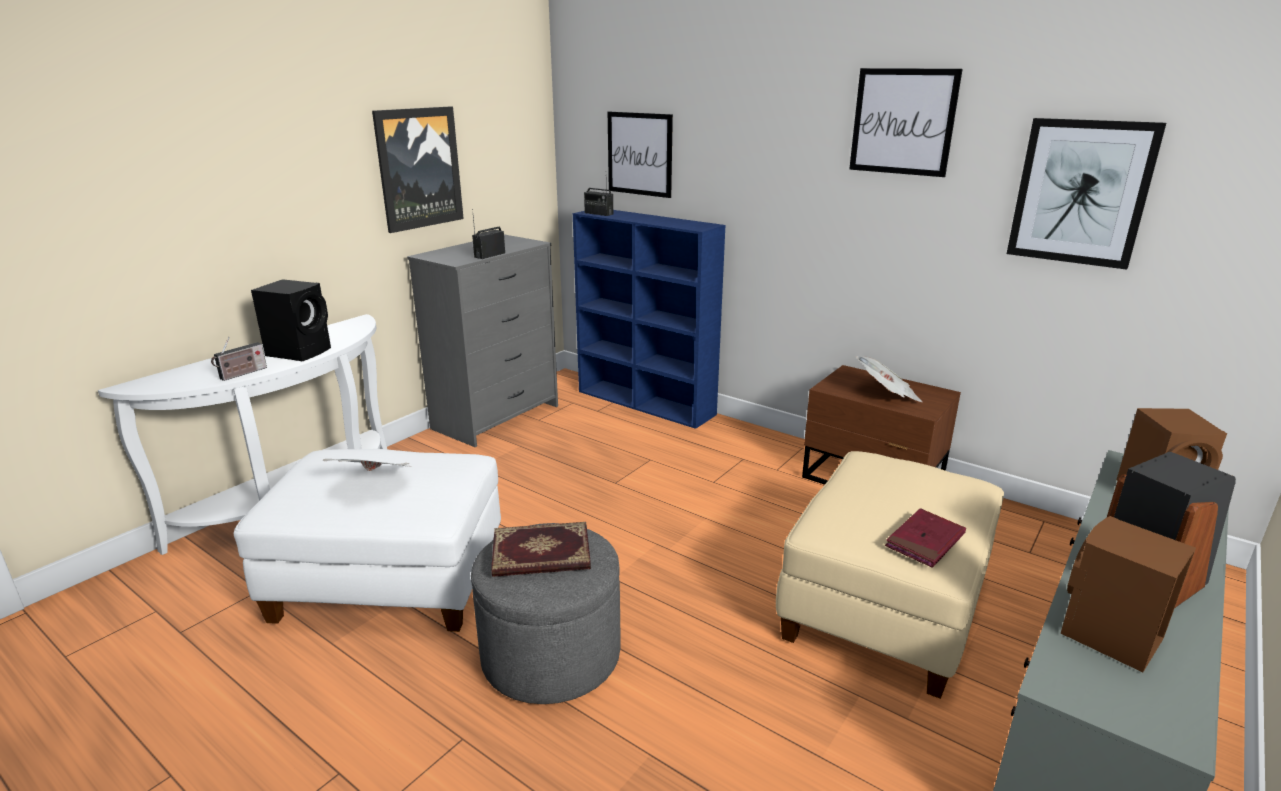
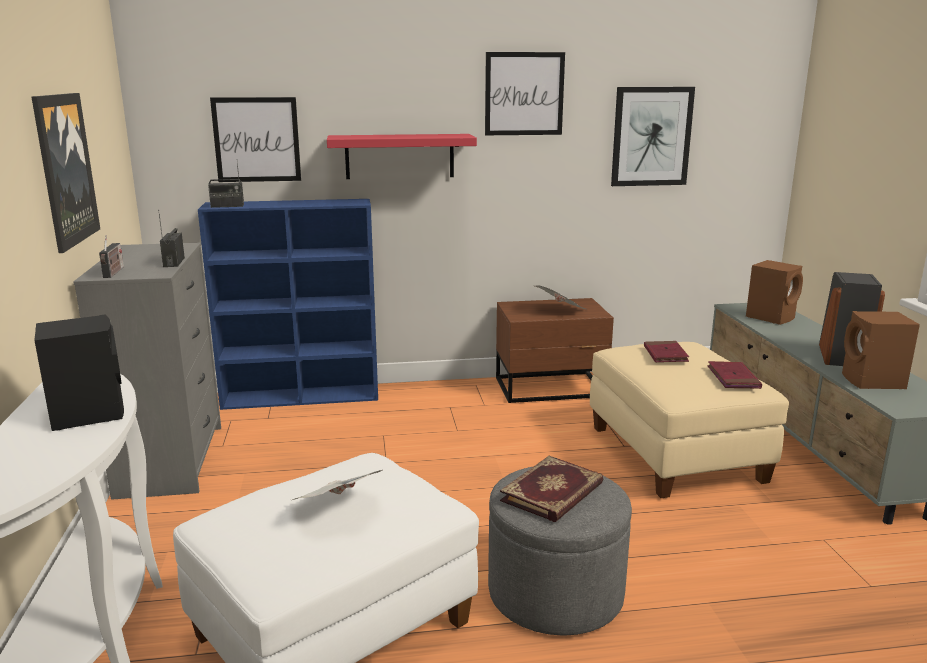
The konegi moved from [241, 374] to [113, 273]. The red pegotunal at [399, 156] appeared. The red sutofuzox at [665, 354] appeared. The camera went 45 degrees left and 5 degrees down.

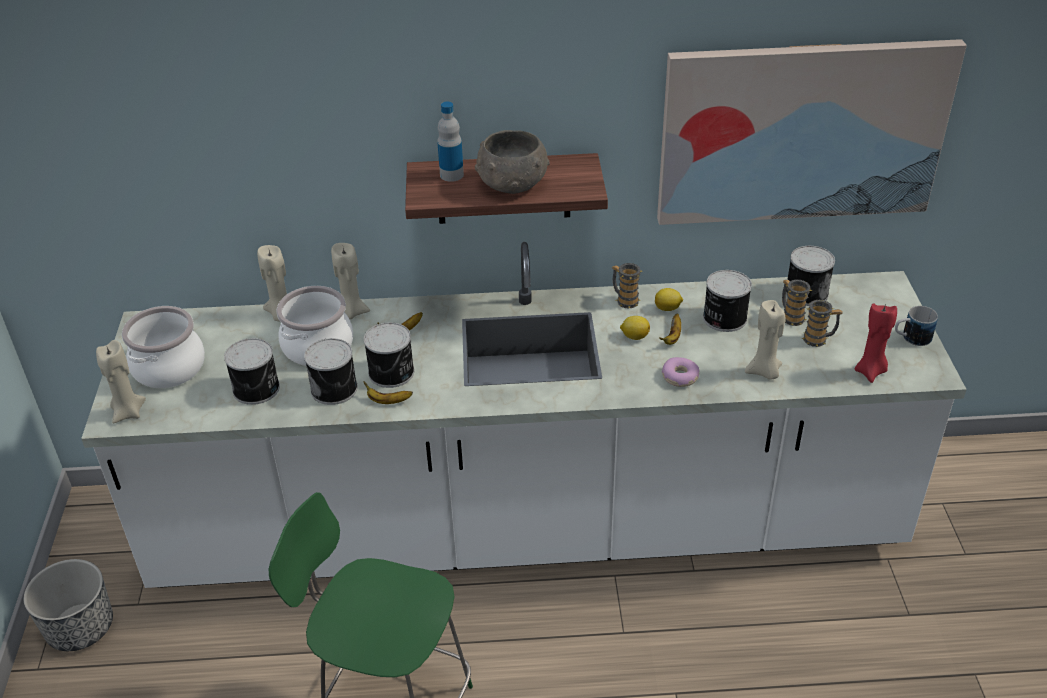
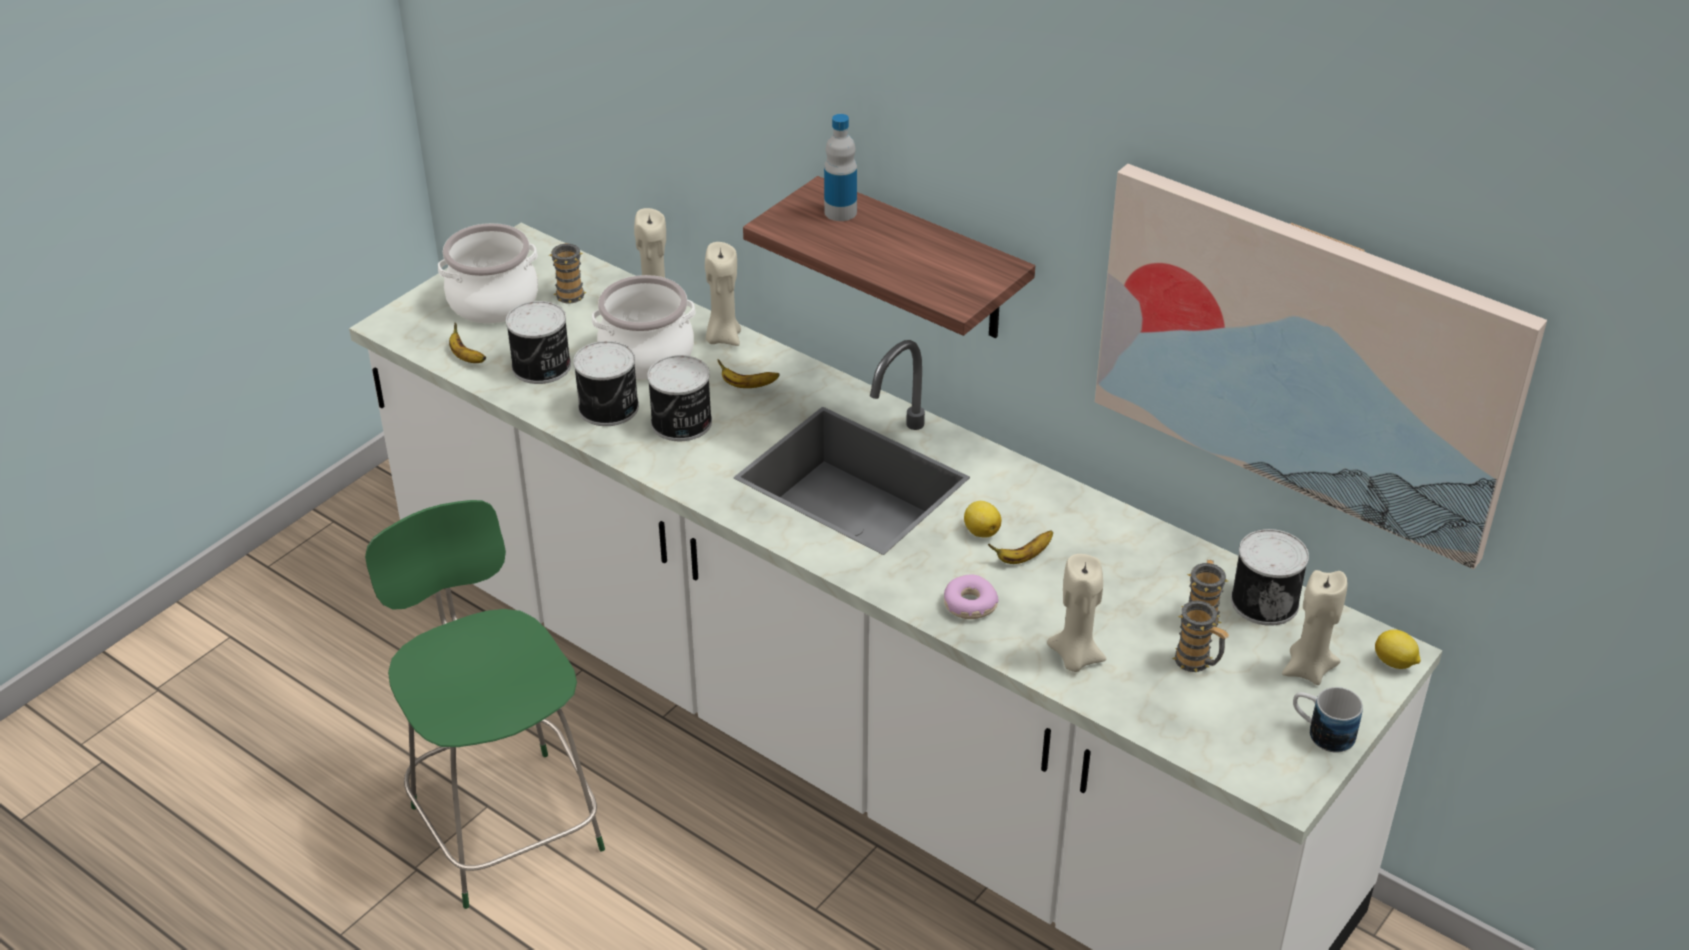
The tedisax moved from [388, 401] to [466, 357]. The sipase moved from [624, 300] to [570, 292]. The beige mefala moved from [128, 412] to [1308, 669]. The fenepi moved from [668, 308] to [1395, 663]. The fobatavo at [79, 628] disappeared. The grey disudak at [511, 184] disappeared. The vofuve at [723, 318] disappeared. The red mefala at [870, 371] disappeared. The camera went 40 degrees right and 0 degrees up.

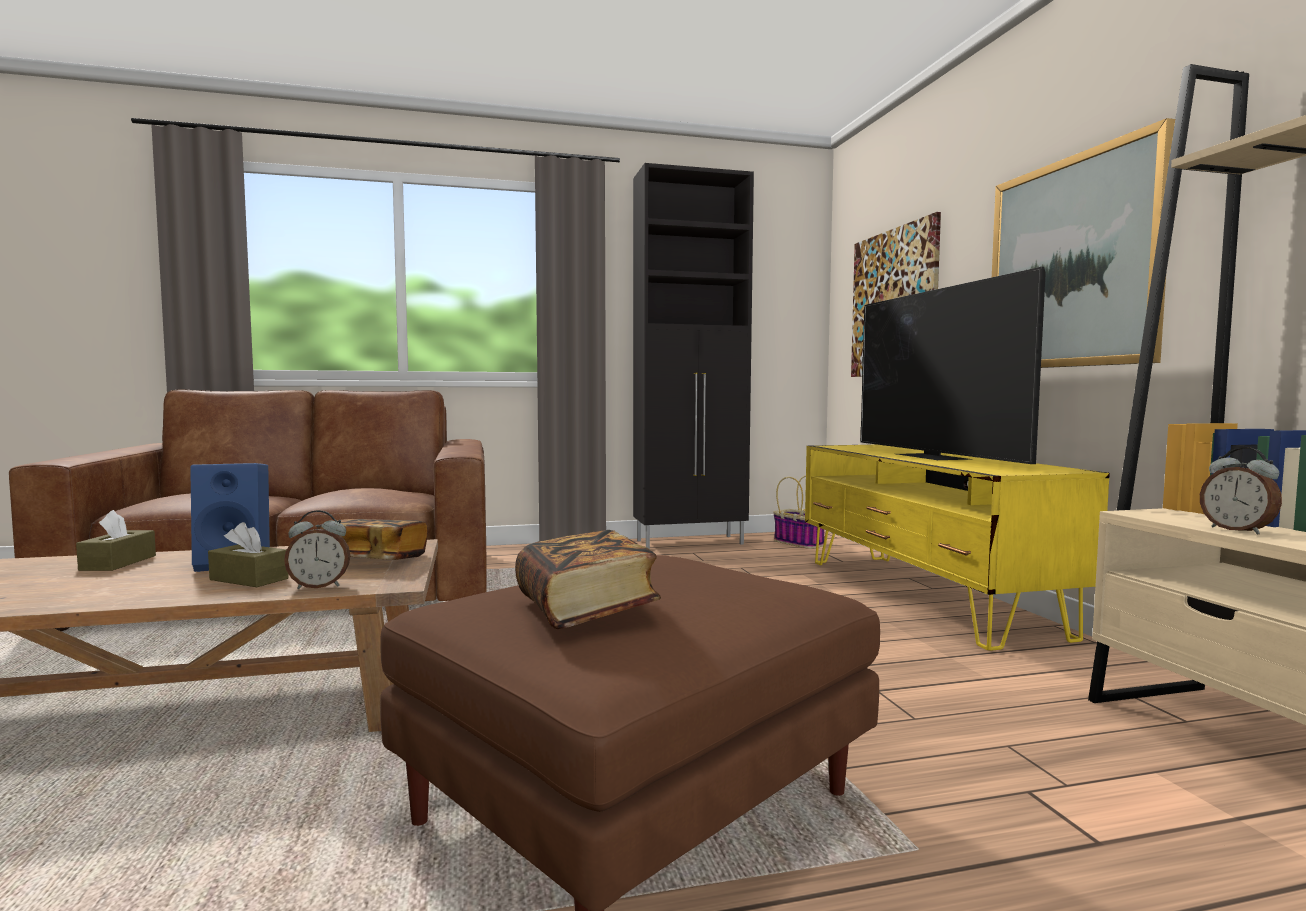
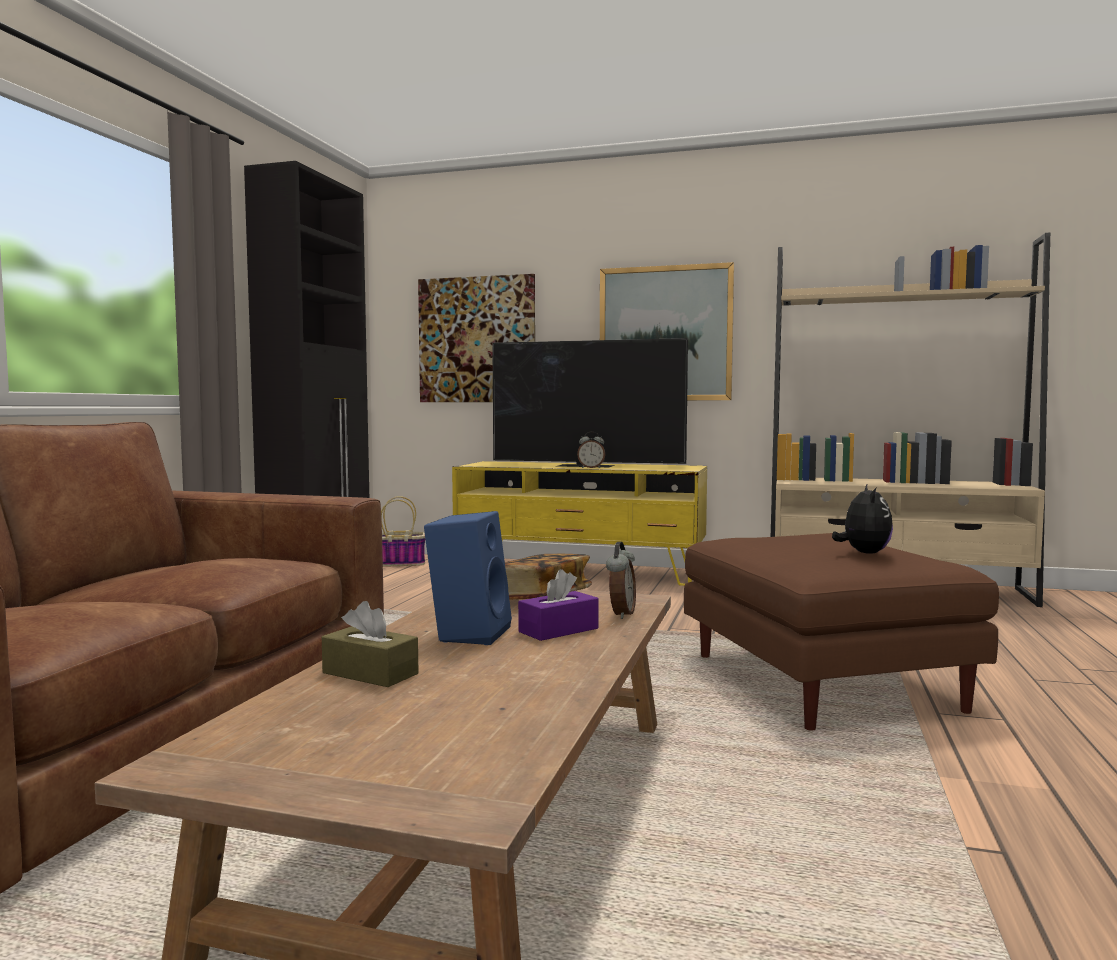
The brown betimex at [249, 579] became the purple betimex at [558, 630]. The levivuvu moved from [1238, 530] to [591, 468]. The sutofuzox at [585, 609] was replaced by the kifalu at [863, 553]. The camera went 60 degrees left and 0 degrees up.

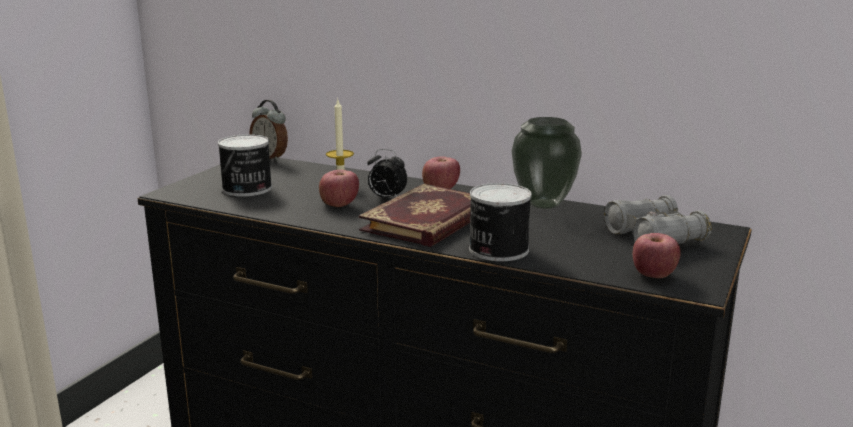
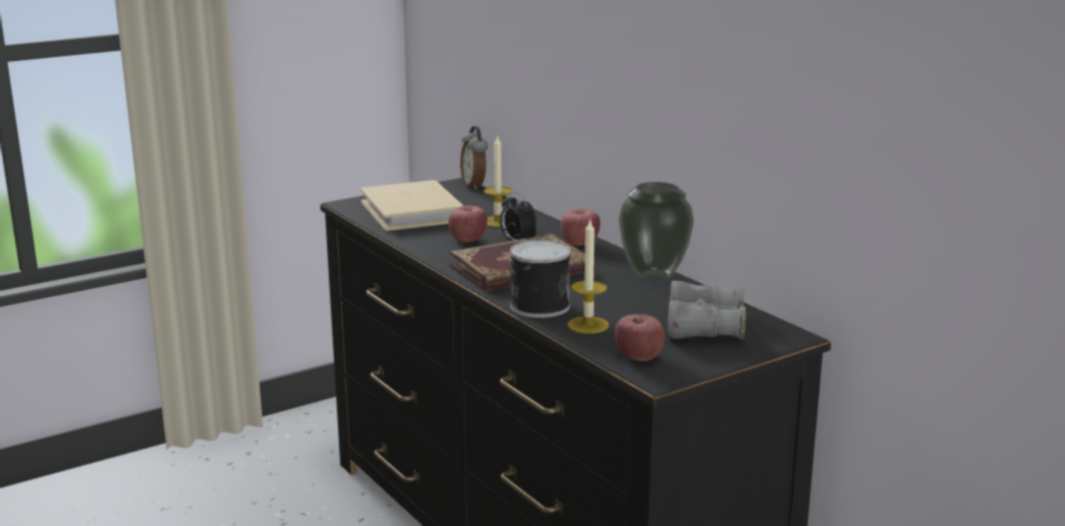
The vofuve at [247, 189] was replaced by the beige sutofuzox at [412, 211]. The mefala at [588, 325] appeared. The camera went 30 degrees right and 0 degrees up.

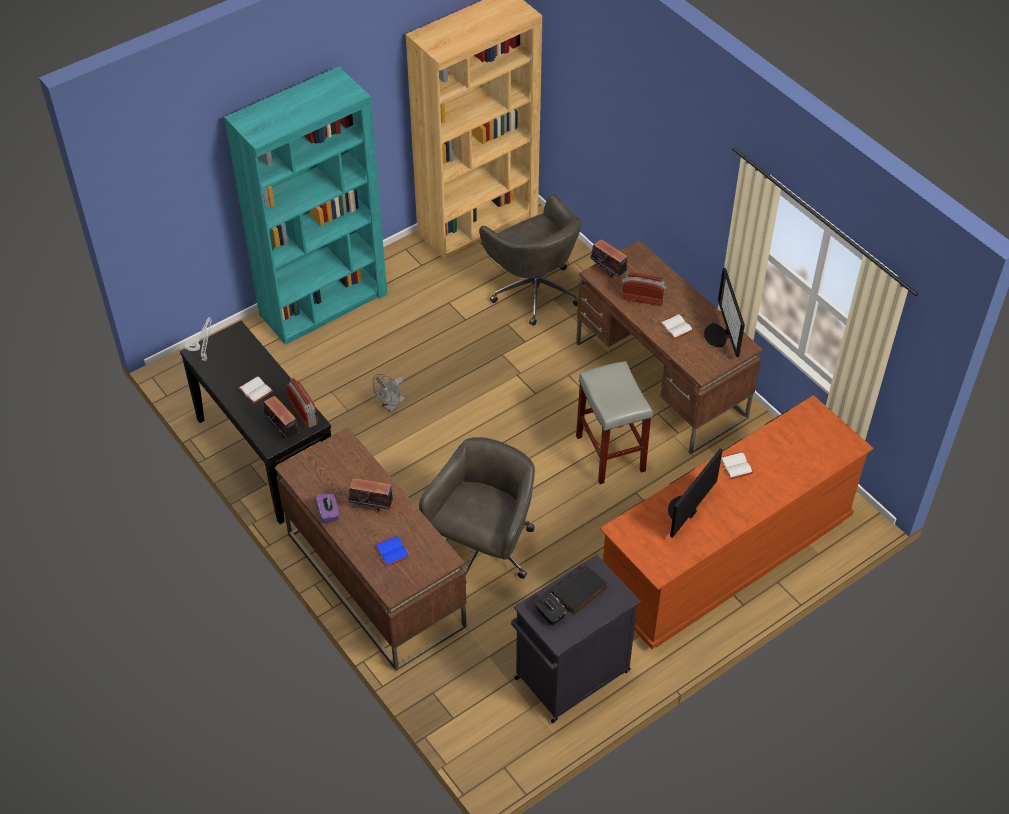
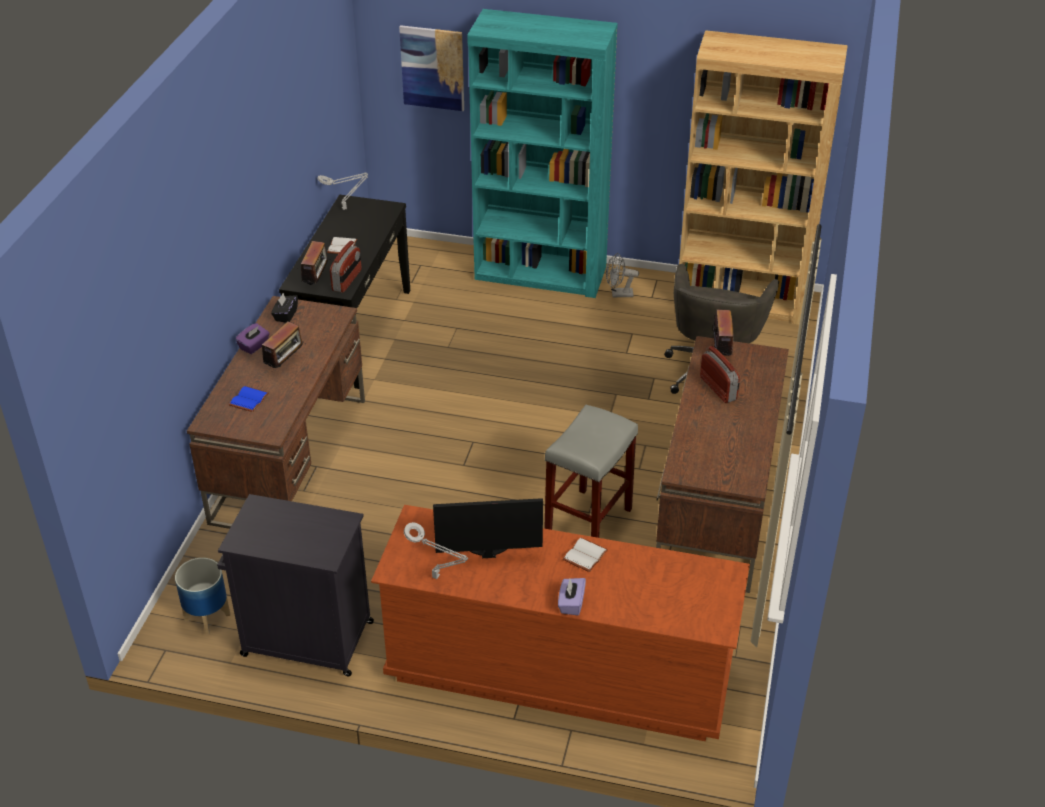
The fobatavo at [206, 617] appeared. The konegi at [371, 506] turned 60 degrees clockwise. The black betimex moved from [549, 614] to [285, 315]. The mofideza at [432, 68] appeared. The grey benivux at [438, 577] appeared. The purple betimex at [571, 603] appeared. The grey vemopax moved from [391, 405] to [618, 294]. The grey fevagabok at [483, 550] disappeared. The black sutofuzox at [580, 592] disappeared. The white sutofuzox at [677, 327] disappeared. The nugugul at [719, 335] disappeared. The camera went 50 degrees right and 10 degrees down.

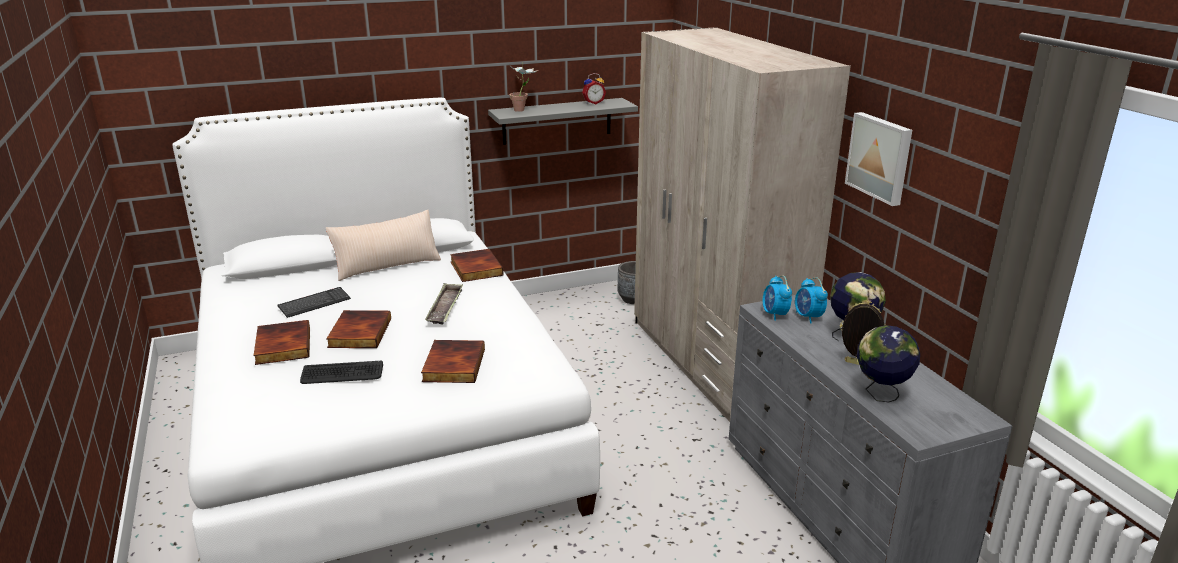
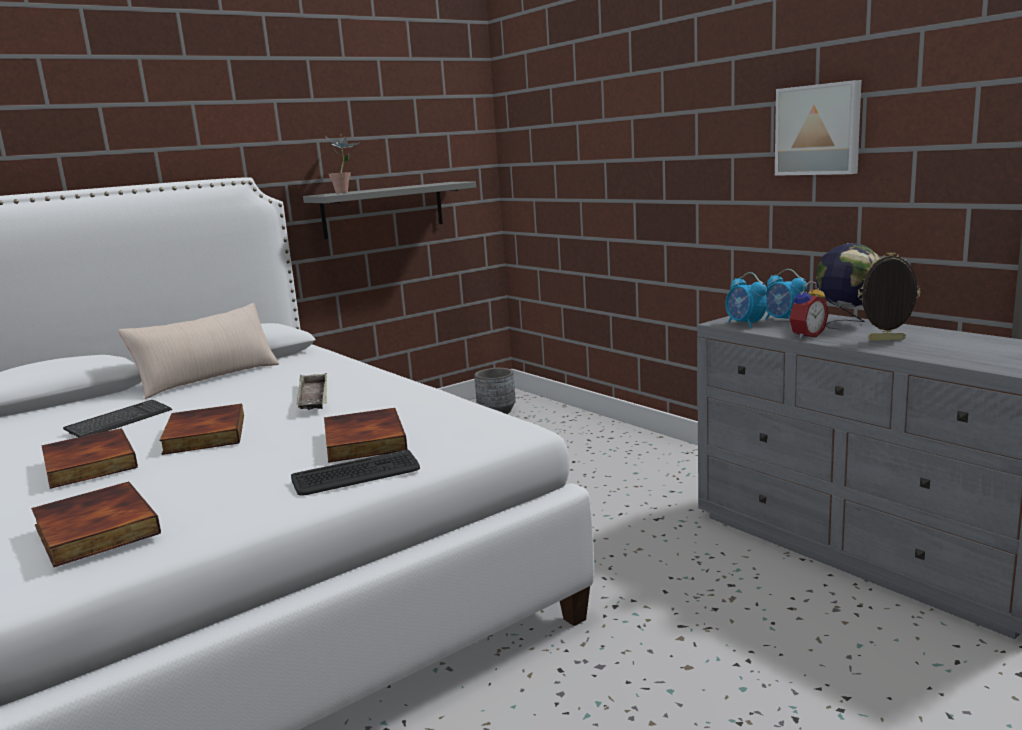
The sutofuzox moved from [475, 268] to [93, 530]. The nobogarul moved from [342, 374] to [356, 475]. The levivuvu moved from [593, 103] to [805, 336]. The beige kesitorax at [712, 362] disappeared. The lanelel at [881, 394] disappeared. The camera went 15 degrees left and 10 degrees down.

